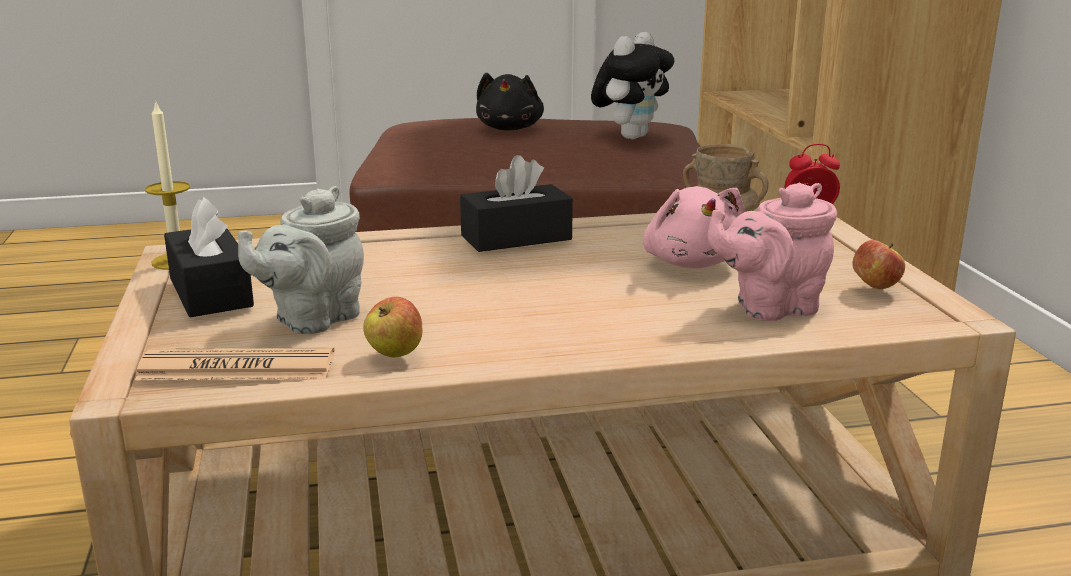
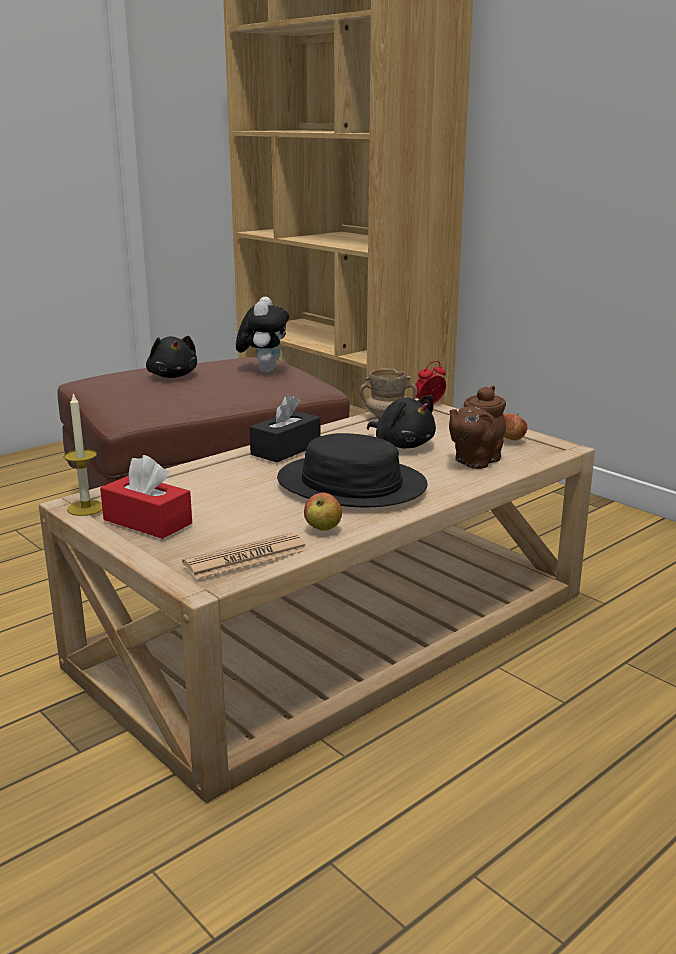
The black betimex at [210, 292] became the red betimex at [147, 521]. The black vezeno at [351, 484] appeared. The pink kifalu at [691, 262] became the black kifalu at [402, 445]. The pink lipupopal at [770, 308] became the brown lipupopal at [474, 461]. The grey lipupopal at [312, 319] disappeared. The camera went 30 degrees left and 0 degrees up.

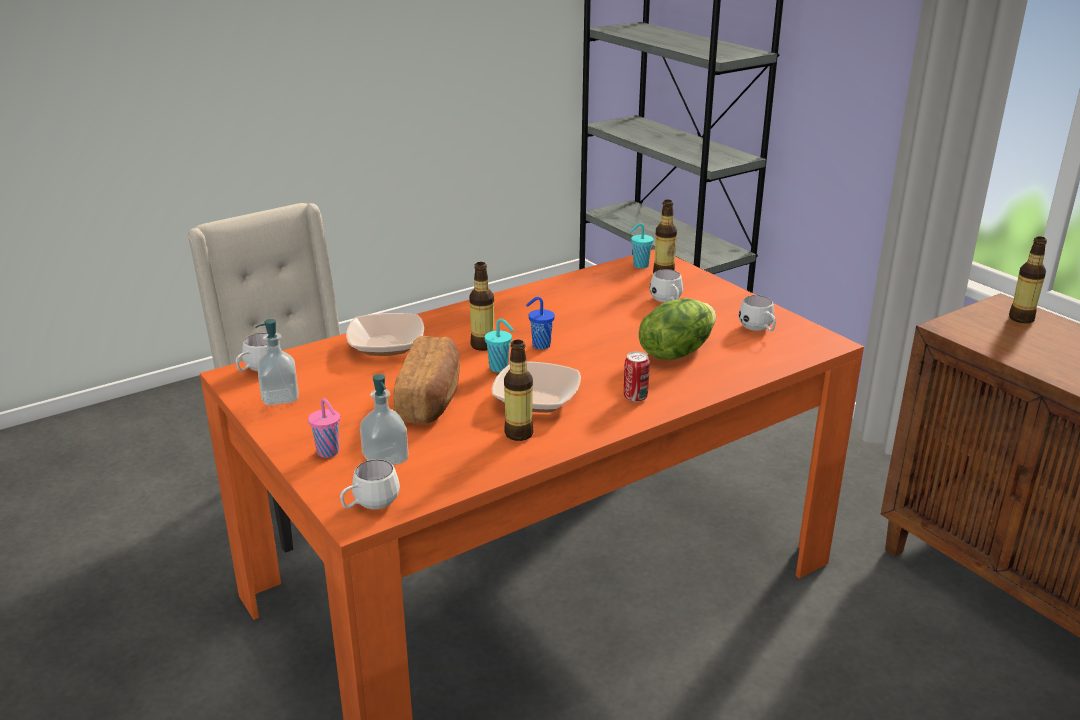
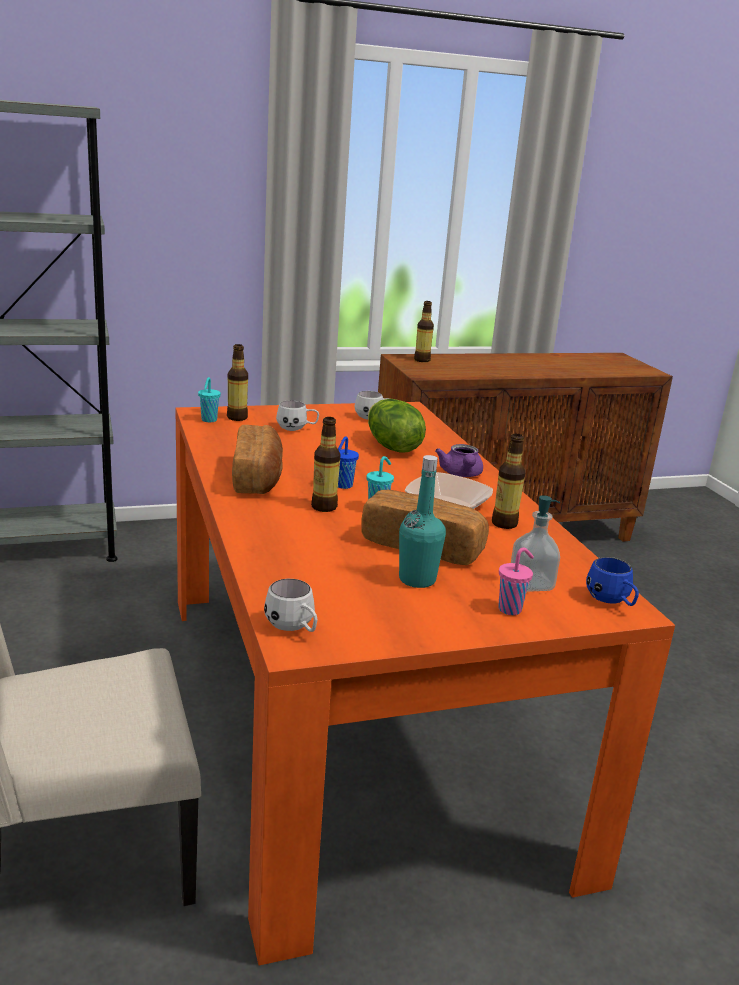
The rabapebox at [258, 477] appeared. The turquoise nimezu at [417, 579] appeared. The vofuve at [635, 397] was replaced by the purple lipupopal at [461, 474]. The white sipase at [369, 506] became the blue sipase at [611, 602]. The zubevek at [280, 397] disappeared. The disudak at [386, 346] disappeared. The camera went 75 degrees left and 5 degrees down.

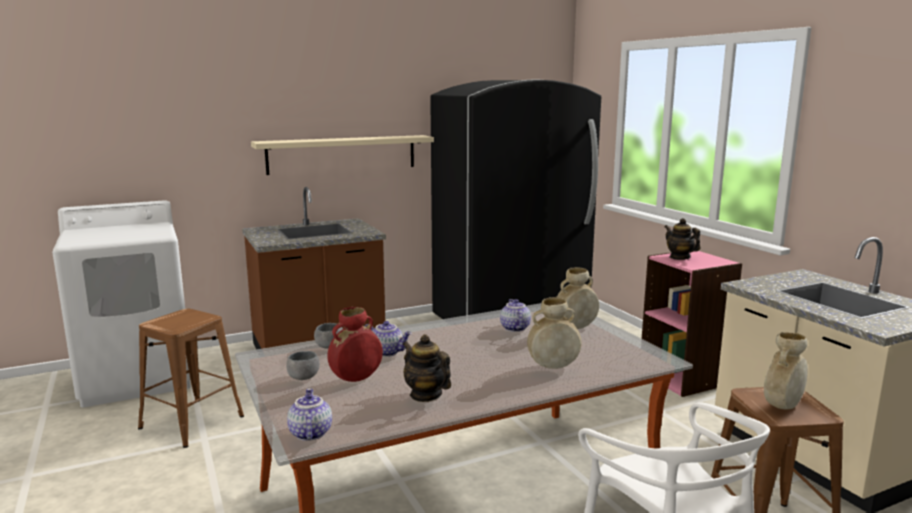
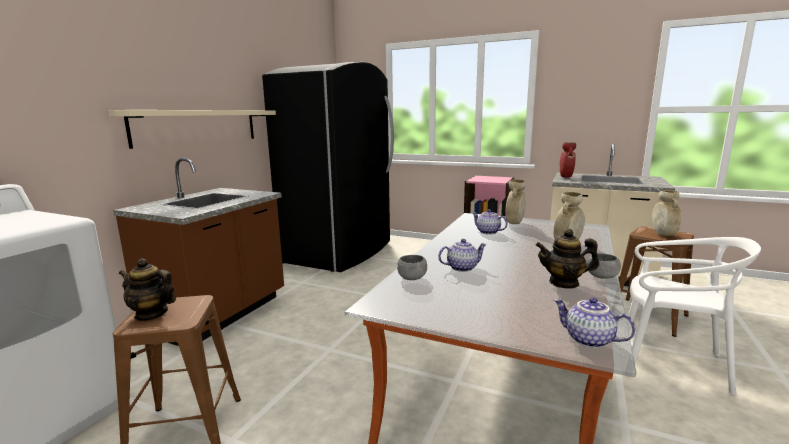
The lipupopal moved from [679, 257] to [151, 314]. The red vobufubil moved from [356, 379] to [565, 177]. The grey disudak moved from [303, 377] to [601, 276]. The camera went 40 degrees left and 0 degrees up.

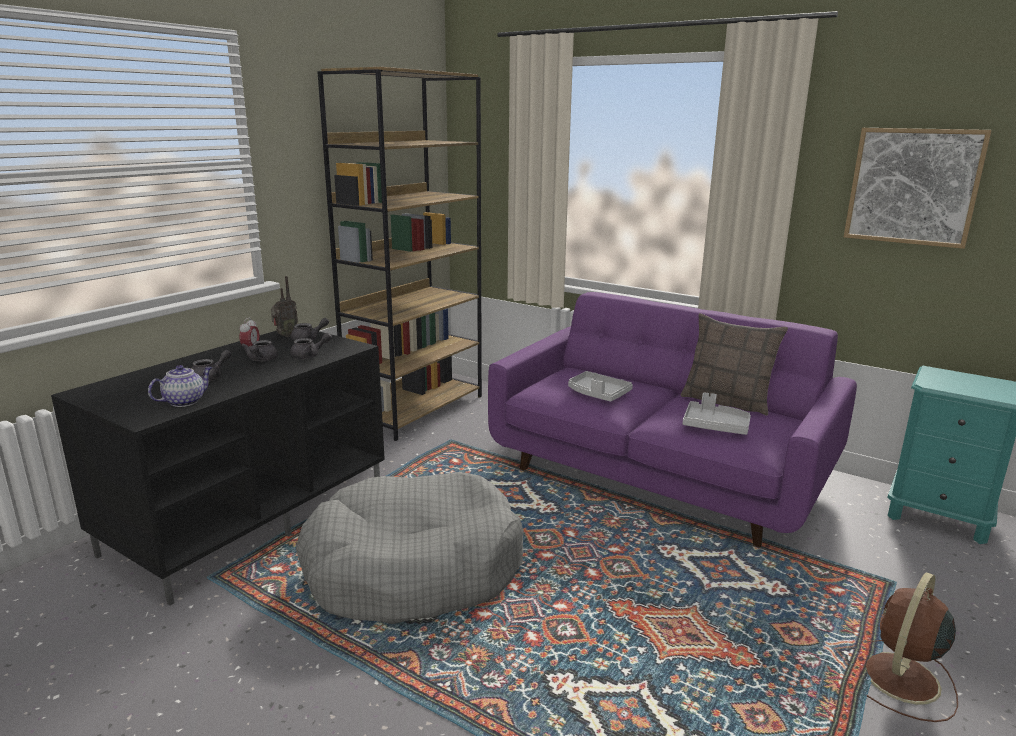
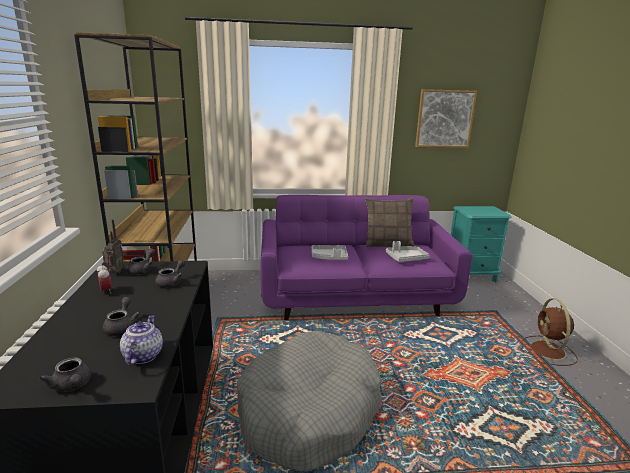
The grey lipupopal moved from [261, 360] to [72, 386]. The camera went 40 degrees left and 0 degrees up.

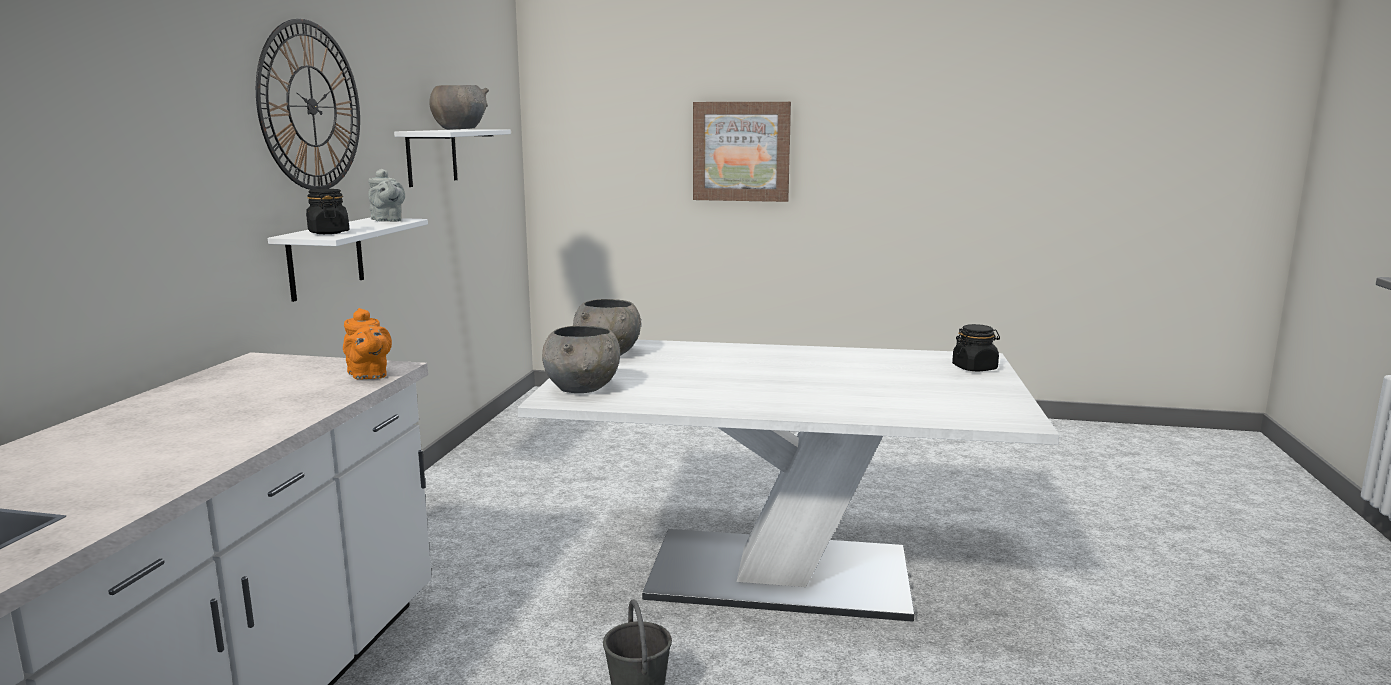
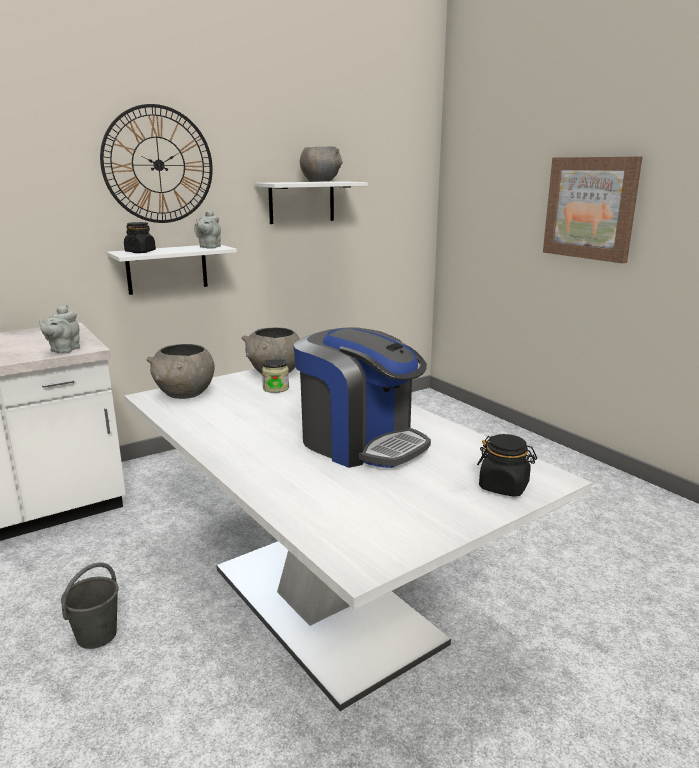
The orange lipupopal at [368, 376] became the grey lipupopal at [63, 350]. The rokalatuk at [276, 388] appeared. The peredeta at [360, 443] appeared. The camera went 45 degrees right and 5 degrees up.

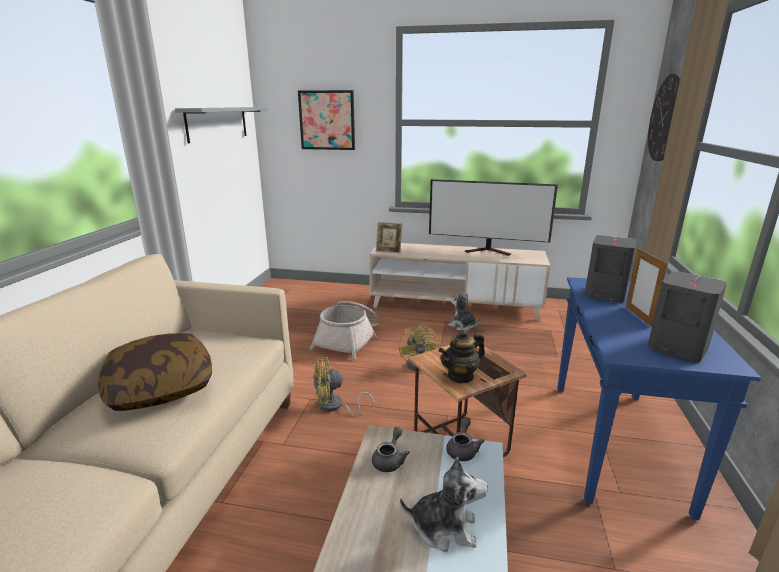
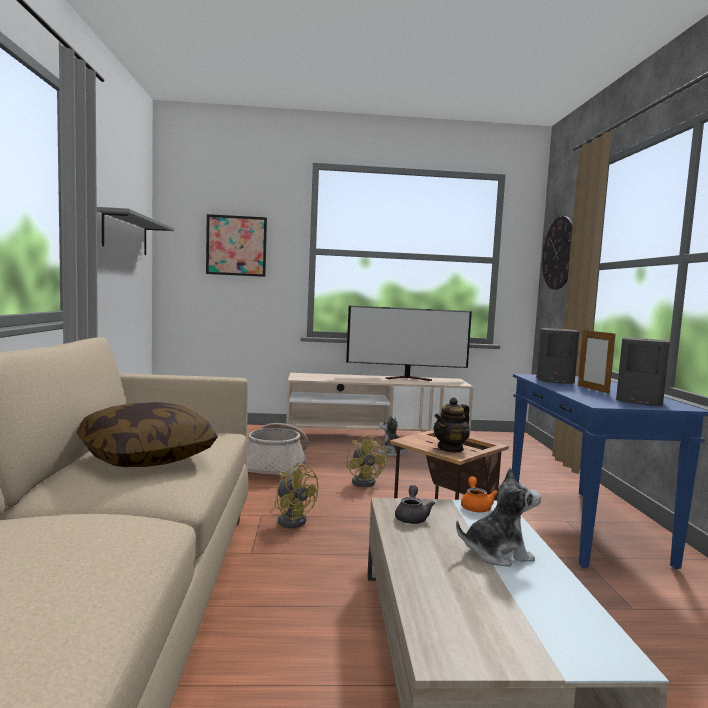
The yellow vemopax at [334, 407] turned 105 degrees counterclockwise. The grey lipupopal at [463, 449] became the orange lipupopal at [475, 506]. The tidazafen at [389, 251] disappeared. The camera went 15 degrees left and 15 degrees down.

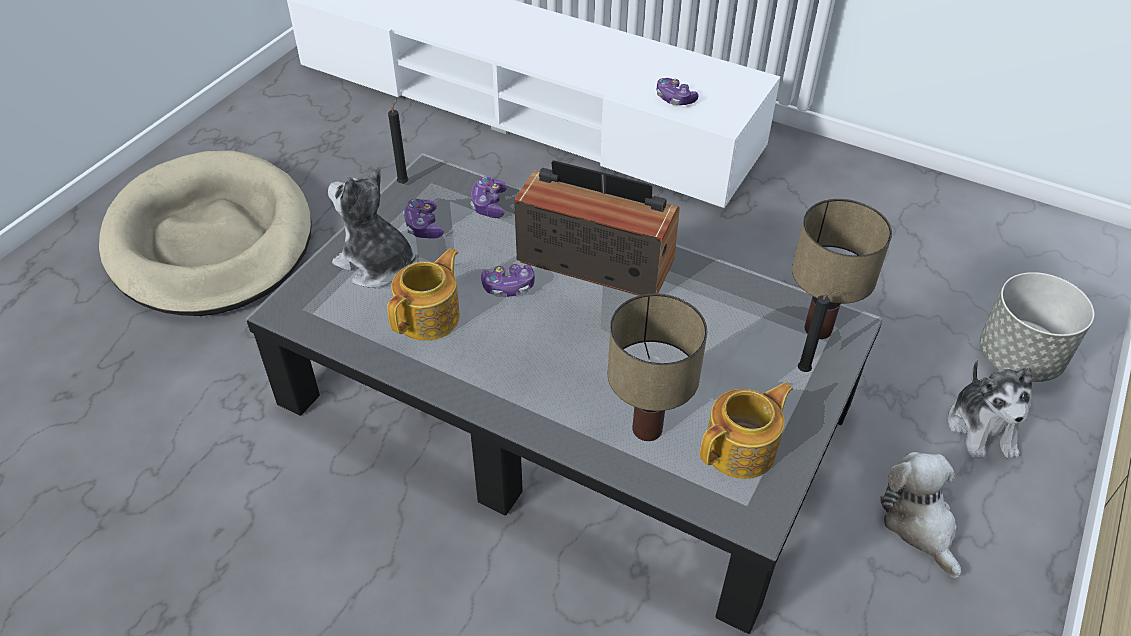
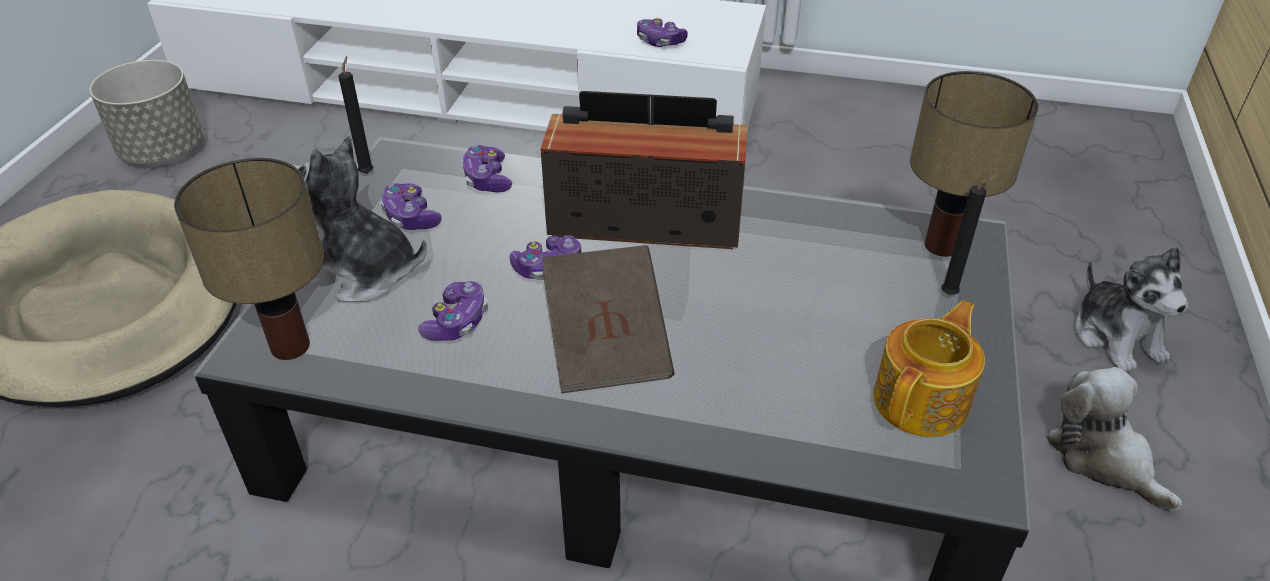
The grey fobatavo moved from [1018, 358] to [163, 151]. The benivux moved from [646, 430] to [289, 348]. The lipupopal at [430, 317] was replaced by the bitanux at [457, 322]. The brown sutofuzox at [607, 344] appeared. The camera went 15 degrees left and 5 degrees down.

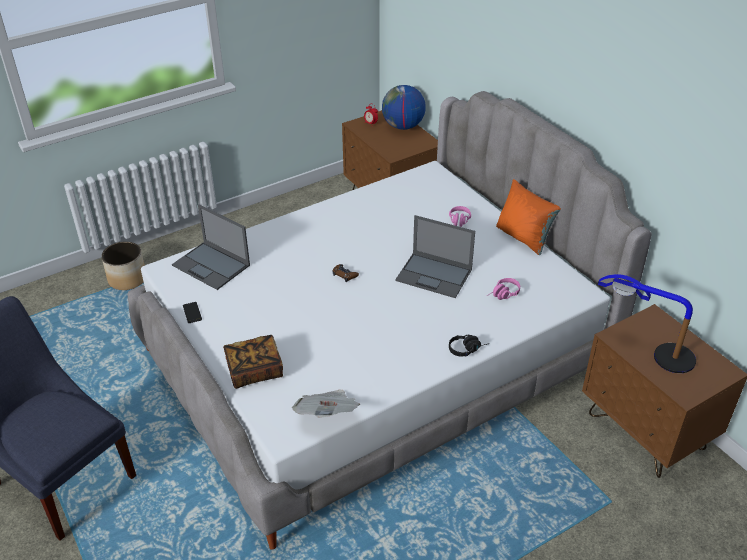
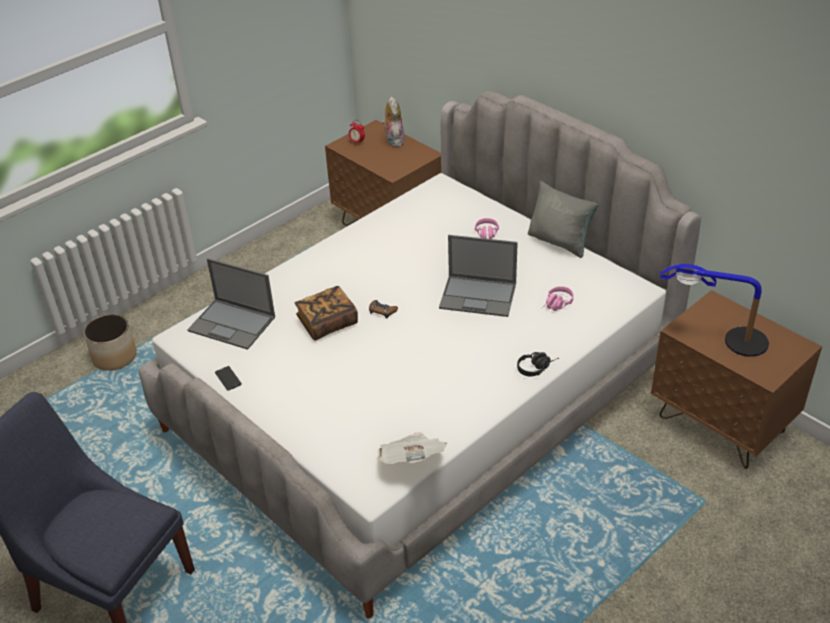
The sutofuzox moved from [254, 371] to [327, 323]. The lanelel at [403, 126] was replaced by the kifalu at [393, 140]. The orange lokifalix at [524, 238] became the grey lokifalix at [560, 242]. The camera went 10 degrees left and 0 degrees up.

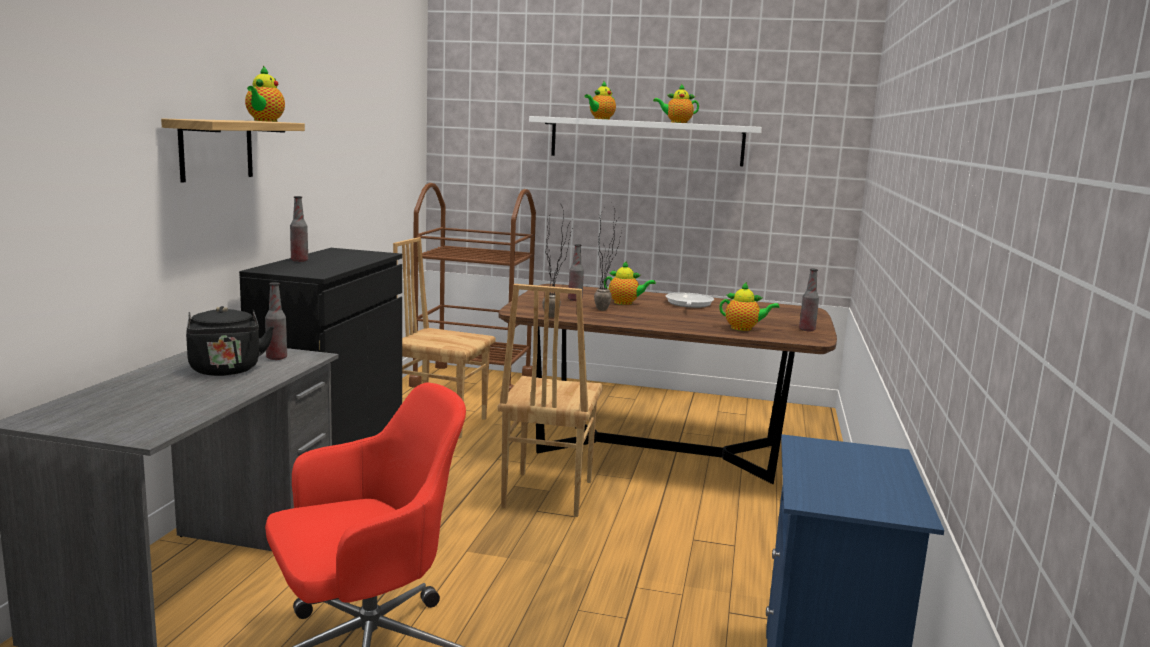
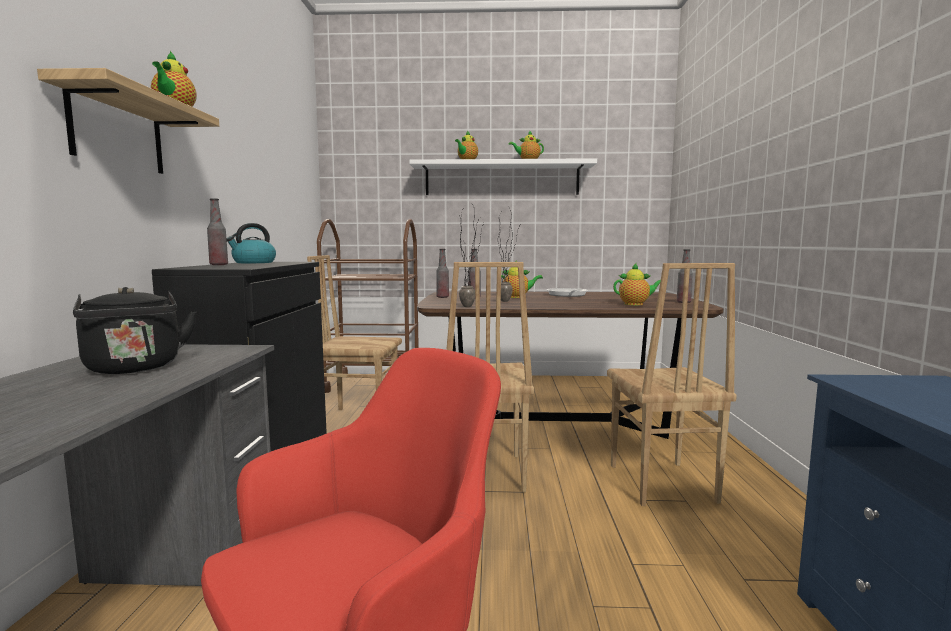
The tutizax at [253, 262] appeared. The nimezu moved from [276, 358] to [442, 297]. The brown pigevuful at [660, 483] appeared. The camera went 10 degrees left and 5 degrees down.

